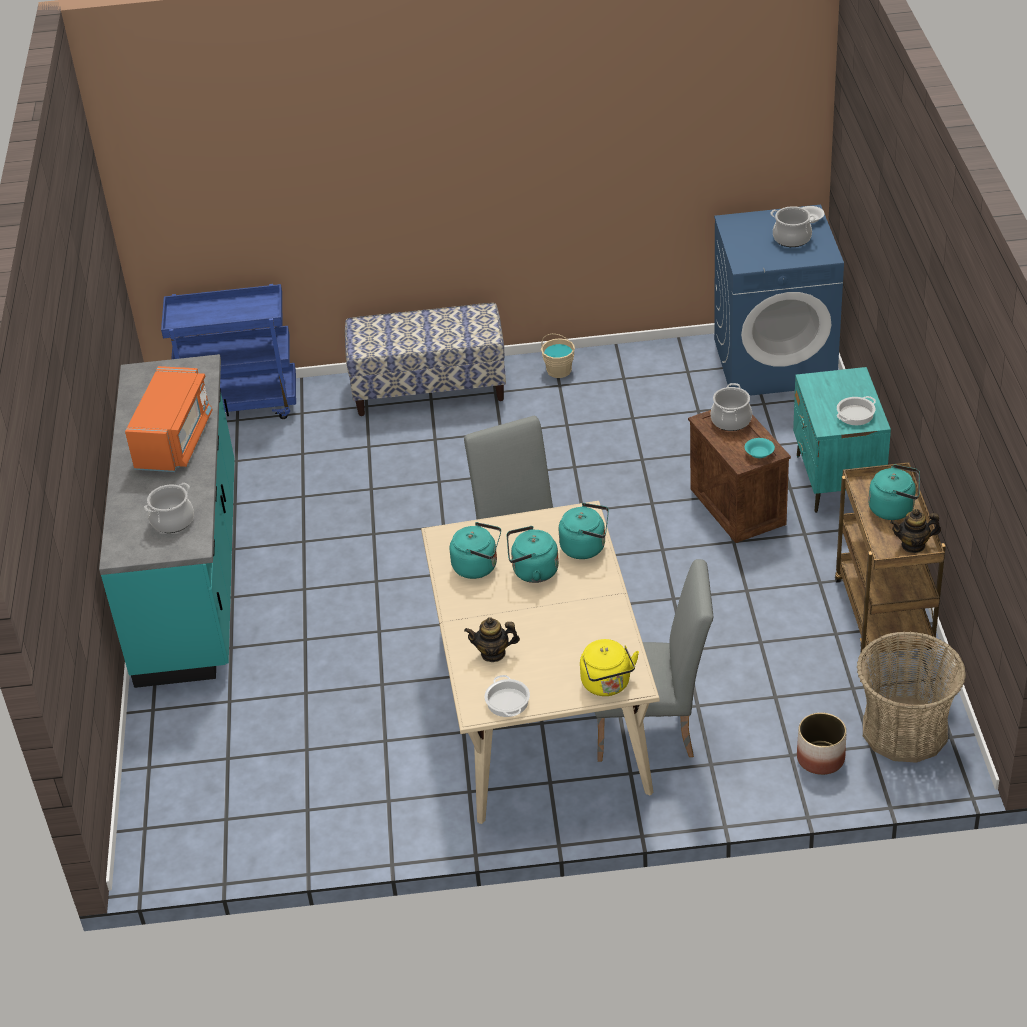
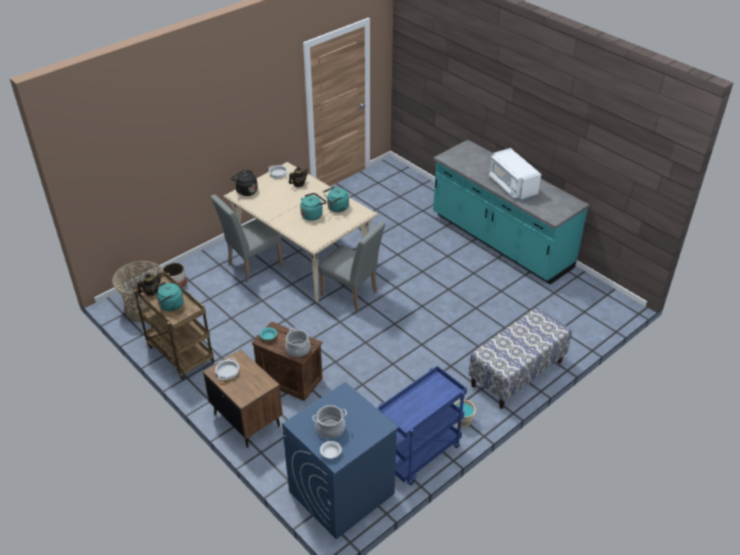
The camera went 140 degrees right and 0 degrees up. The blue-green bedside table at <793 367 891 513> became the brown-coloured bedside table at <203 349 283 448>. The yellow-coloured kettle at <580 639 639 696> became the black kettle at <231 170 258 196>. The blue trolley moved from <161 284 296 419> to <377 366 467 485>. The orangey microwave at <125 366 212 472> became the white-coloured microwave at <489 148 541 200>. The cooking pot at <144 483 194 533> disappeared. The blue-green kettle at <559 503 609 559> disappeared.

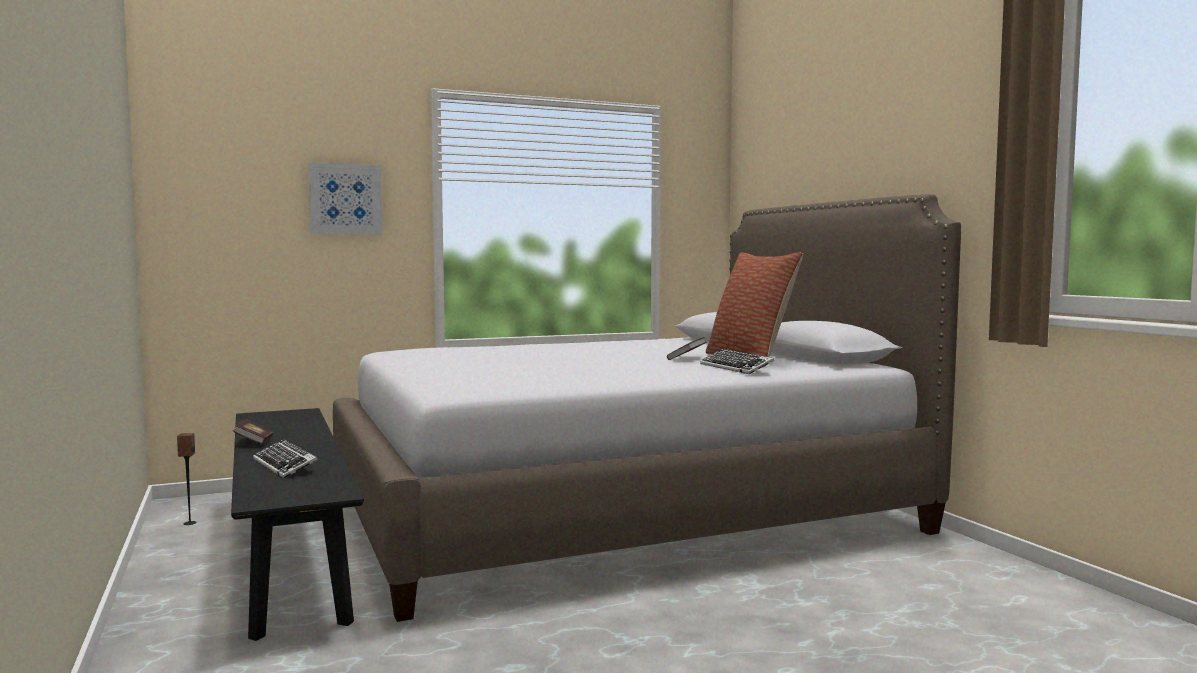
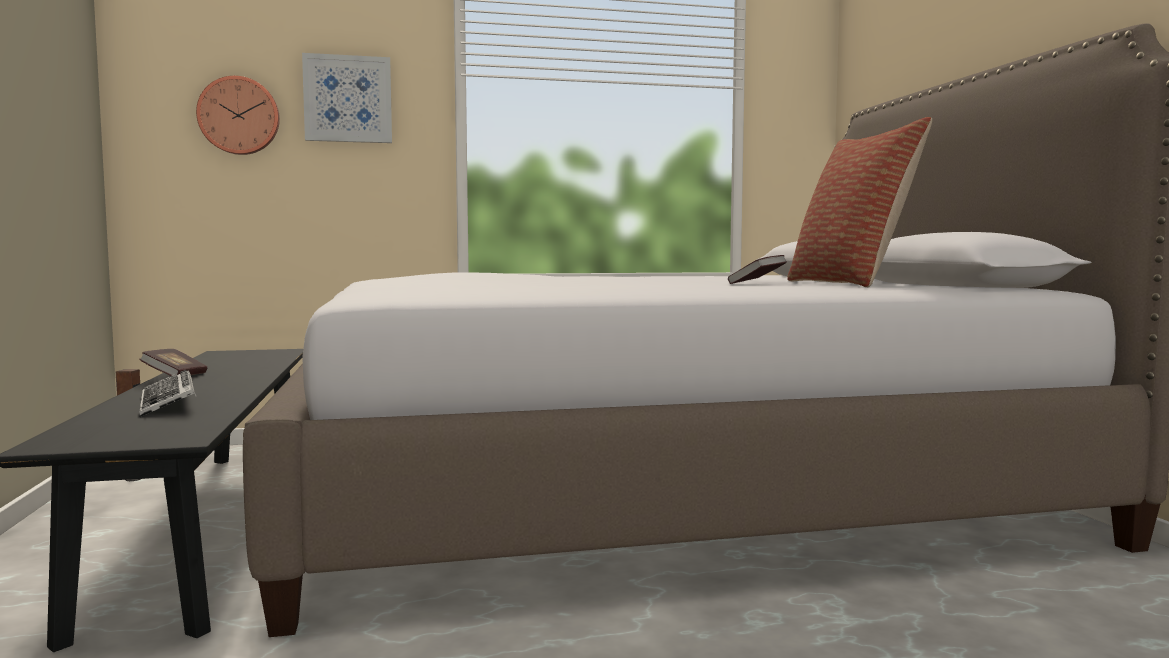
The camera went 10 degrees right and 0 degrees up. The clock on the wall at <196 76 280 155> appeared. The computer keyboard at <700 349 774 374> disappeared.

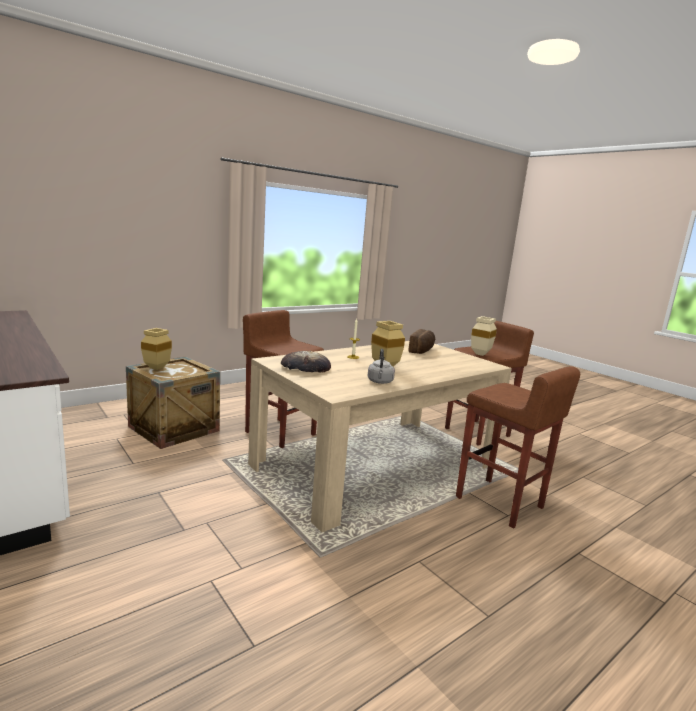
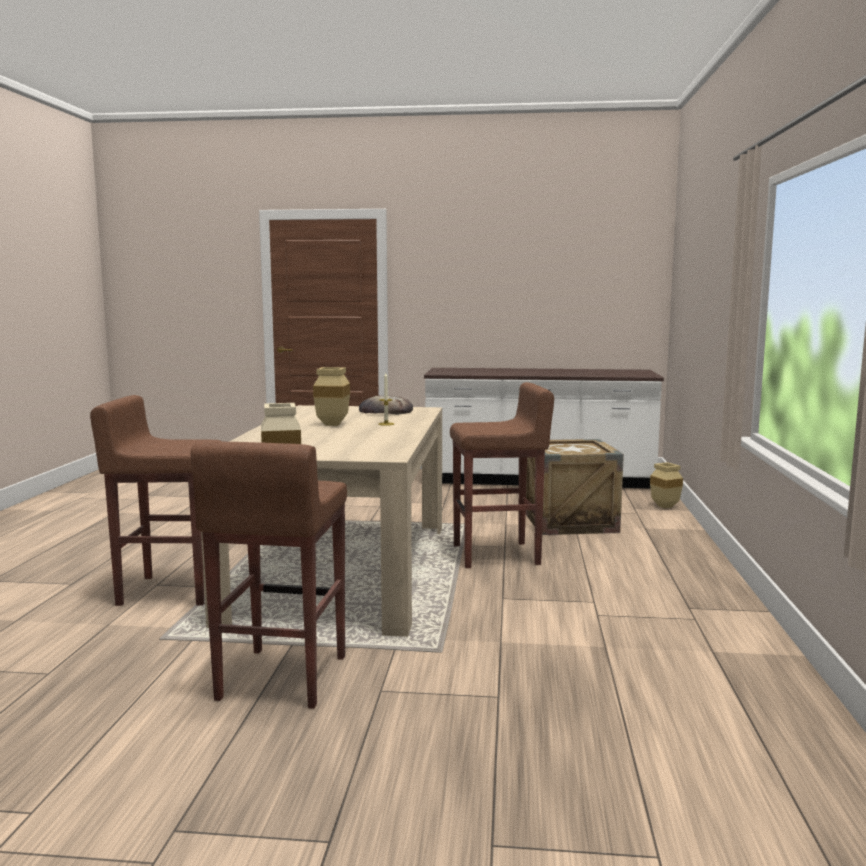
The camera went 135 degrees right and 5 degrees down. The beige flower vase moved from <141 328 172 370> to <650 462 683 509>. The grey kettle at <368 349 395 384> disappeared. The bakery bread at <409 329 436 354> disappeared.

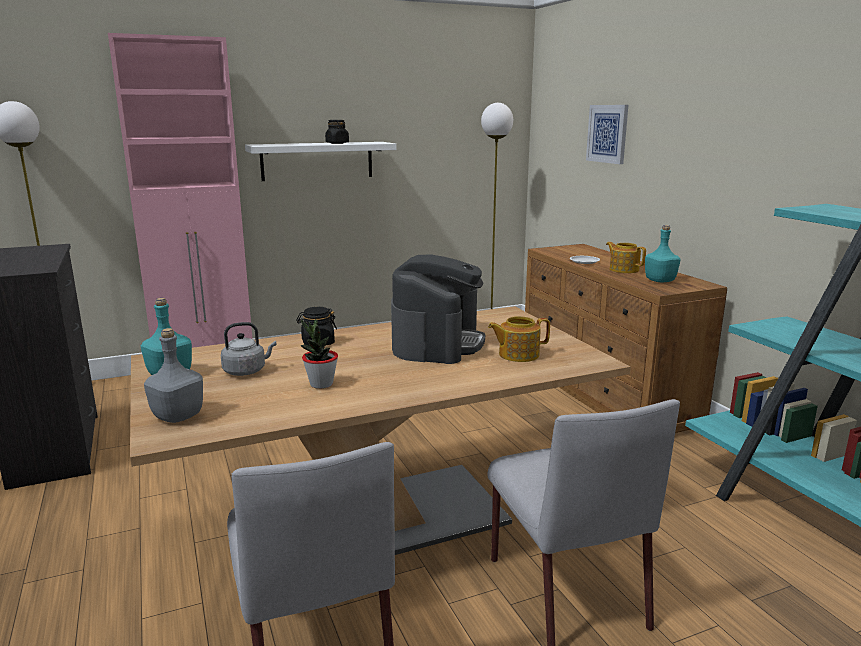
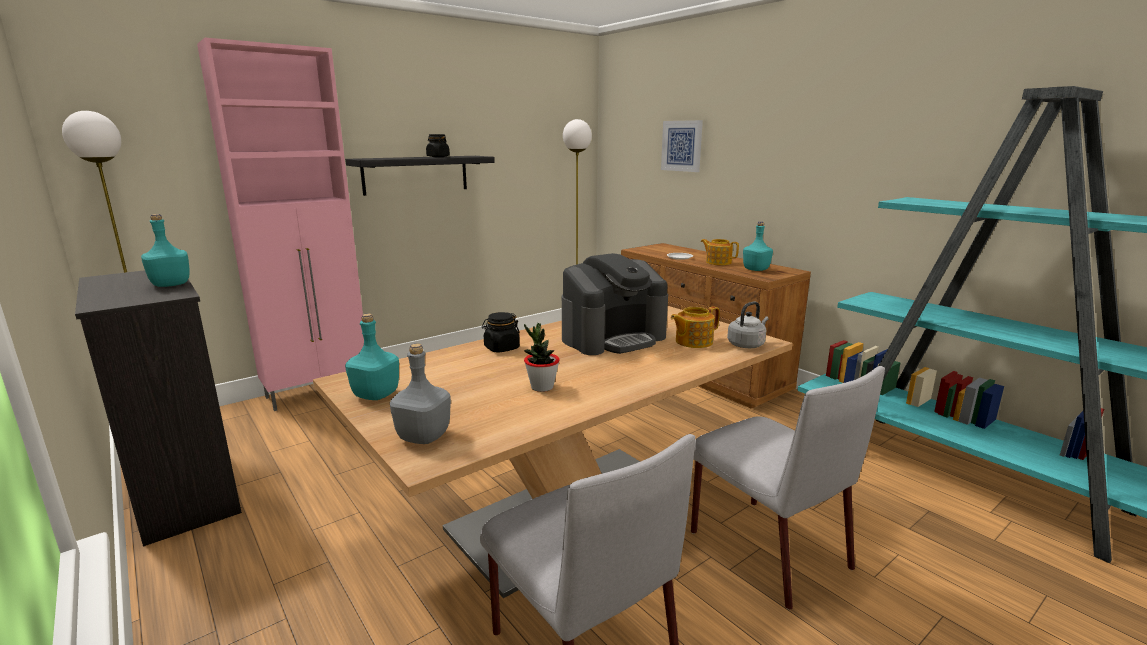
The camera went 15 degrees left and 0 degrees up. The blue-green bottle at <141 214 190 287> appeared. The white-coloured shelf at <245 142 397 181> became the black shelf at <345 156 495 196>. The coffee machine at <391 254 485 364> turned 60 degrees clockwise. The grey kettle moved from <221 322 277 376> to <727 301 769 348>.

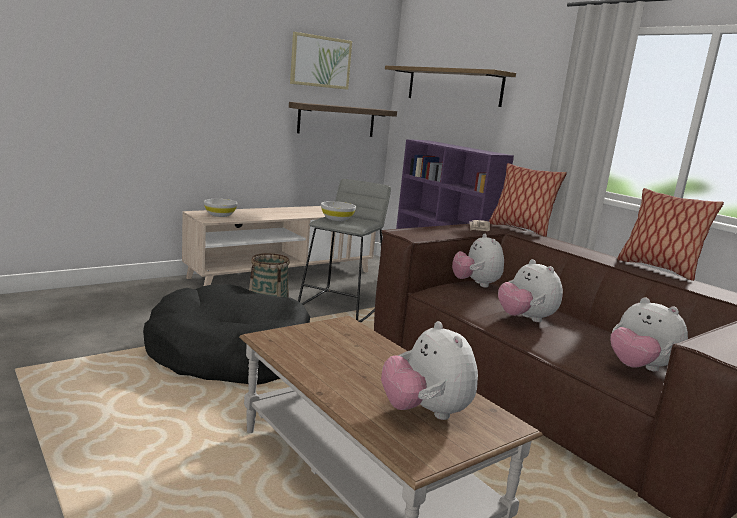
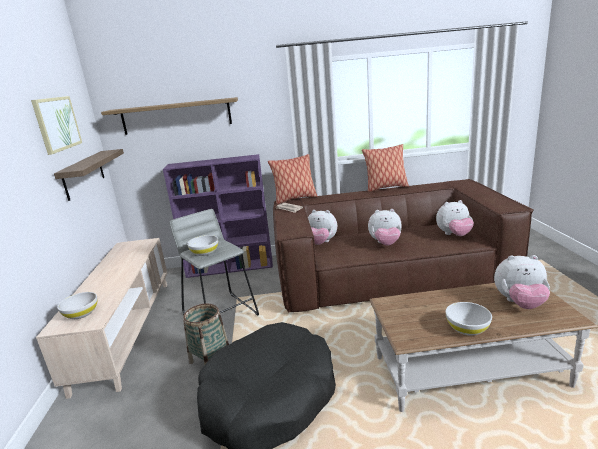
The camera went 55 degrees left and 5 degrees up. The white-coloured deep dish at <446 302 492 336> appeared.

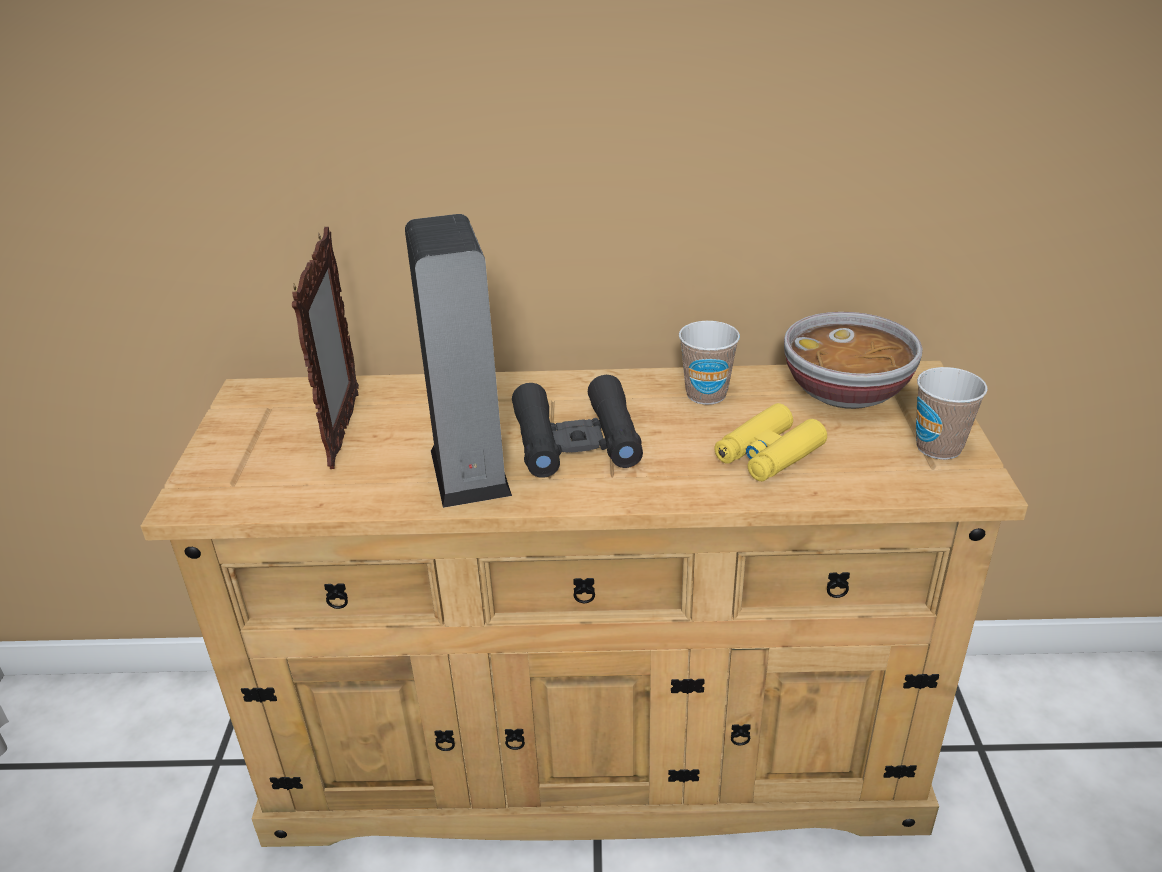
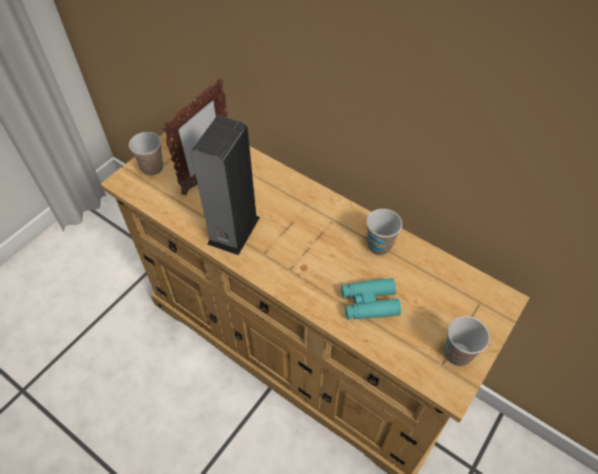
The camera went 35 degrees right and 20 degrees up. The cup at <129 132 163 176> appeared. The yellow-coloured field glasses at <714 403 827 481> became the blue-green field glasses at <341 278 401 319>. The black field glasses at <512 375 643 478> disappeared. The deep dish at <784 312 923 409> disappeared.

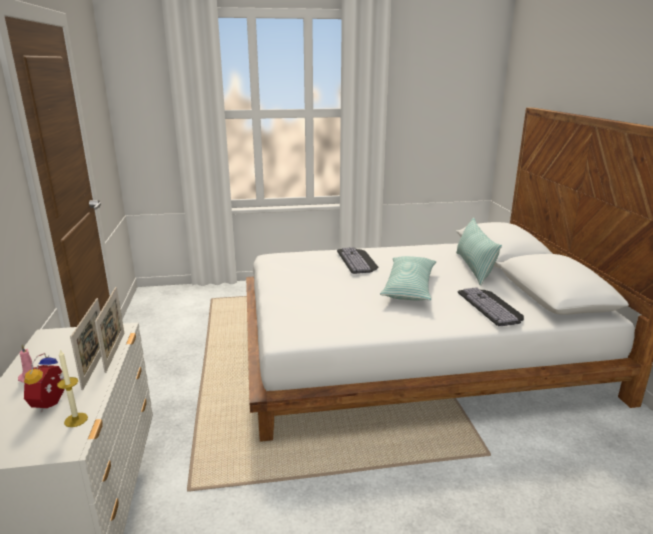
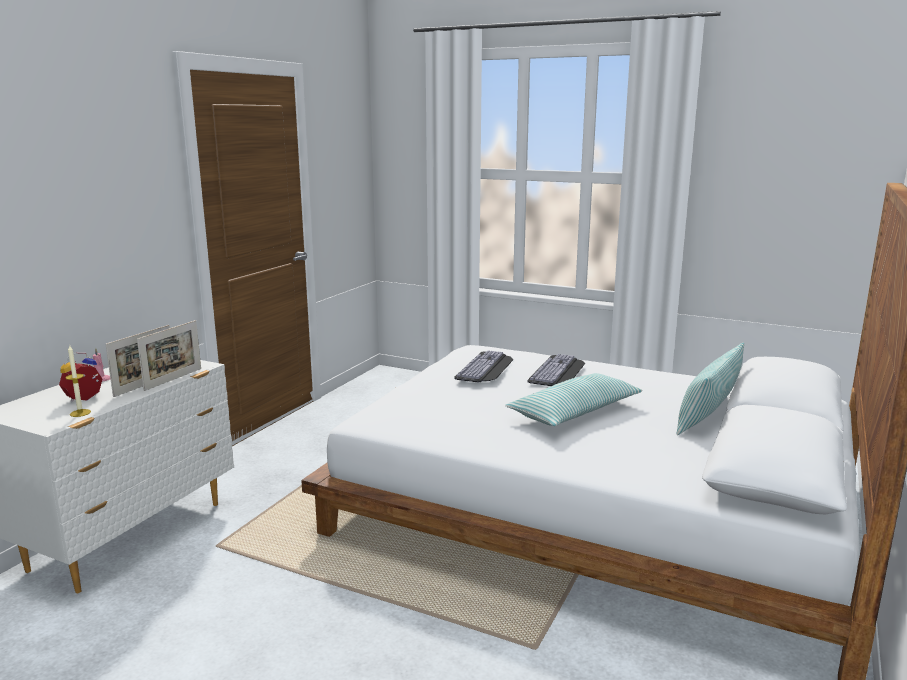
The camera went 35 degrees right and 5 degrees down. The computer keyboard moved from <457 287 524 326> to <454 350 513 382>.

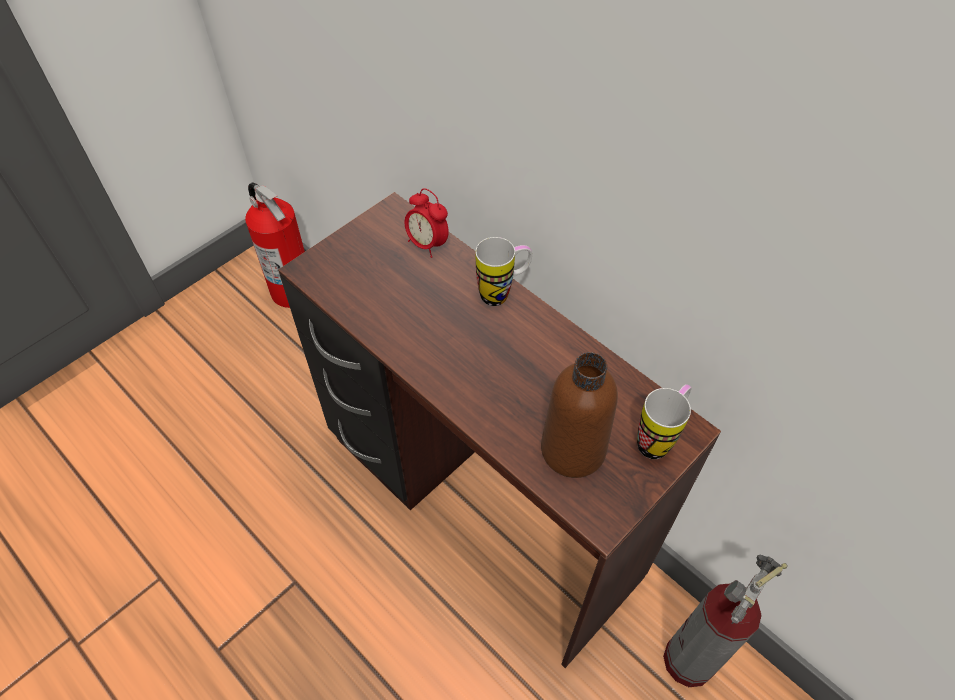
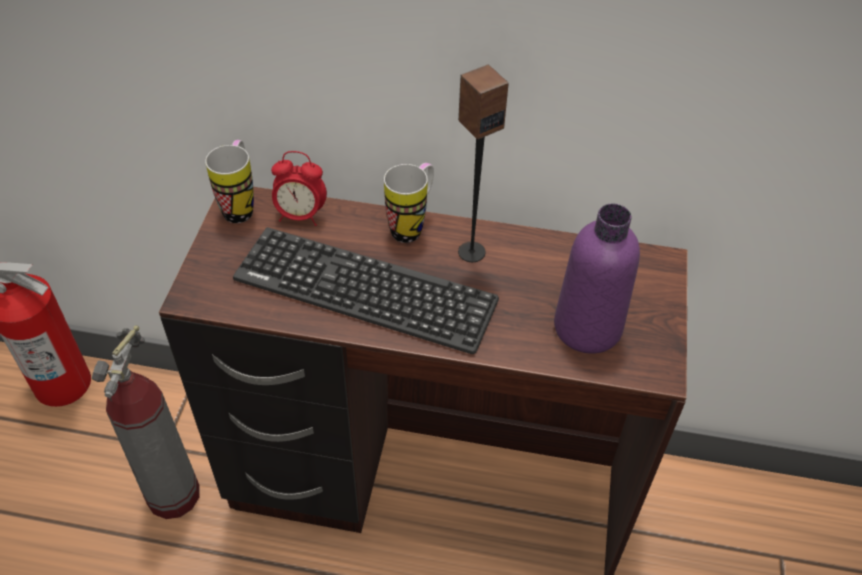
The camera went 35 degrees left and 5 degrees down. The fire-fighting cylinder moved from <663 555 788 687> to <92 325 199 519>. The mug moved from <637 384 692 459> to <205 140 254 223>. The computer keyboard at <233 227 499 354> appeared. The speaker at <458 64 509 262> appeared. The brown-coloured bottle at <541 352 618 478> became the purplish bottle at <554 203 640 354>.

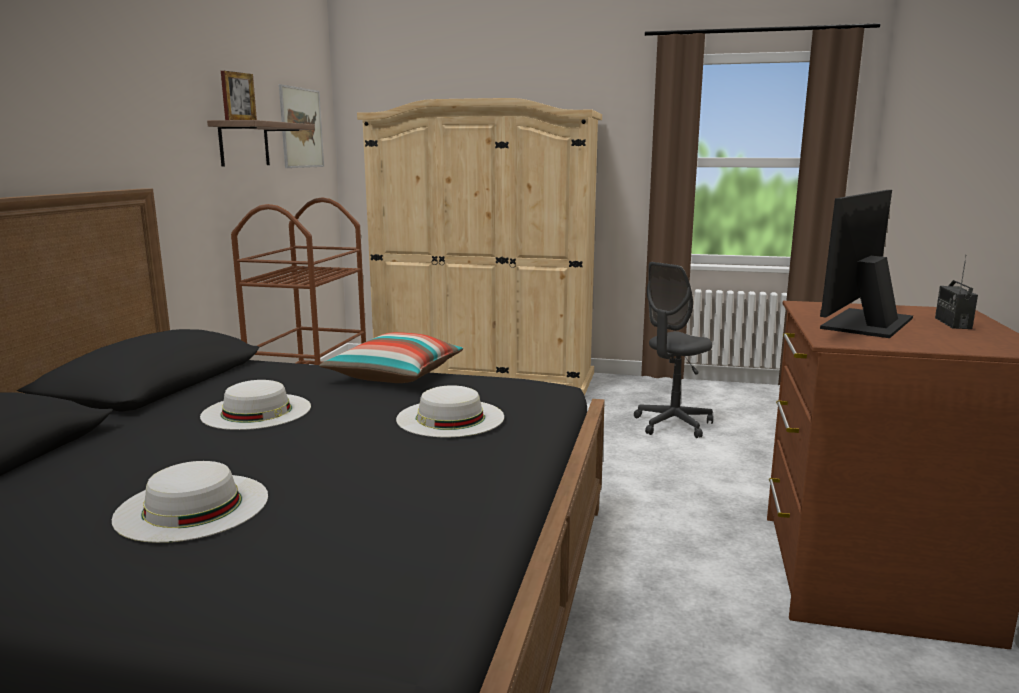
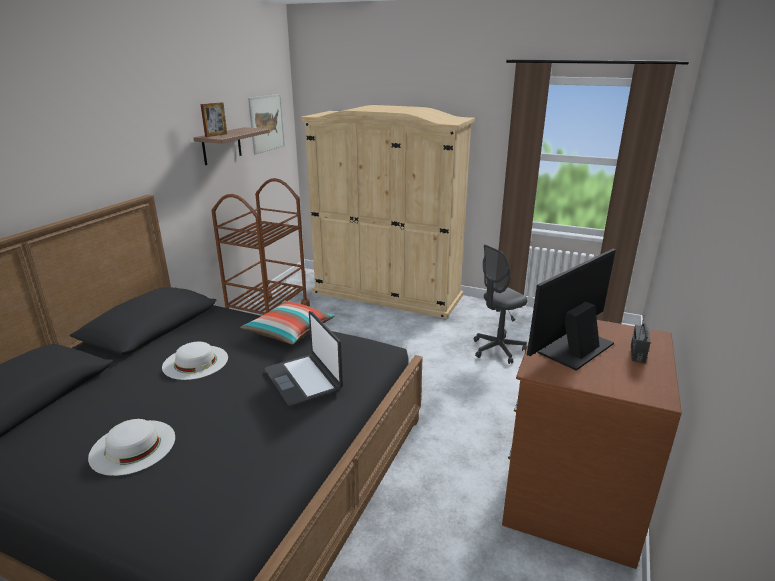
The camera went 10 degrees right and 10 degrees up. The white-coloured hat at <396 385 504 437> was replaced by the laptop at <264 311 343 406>.

